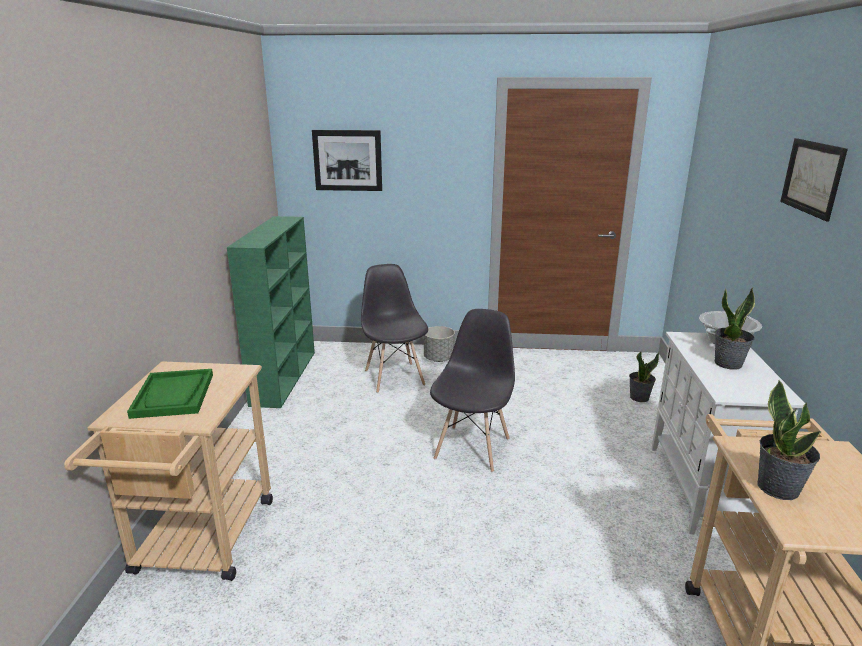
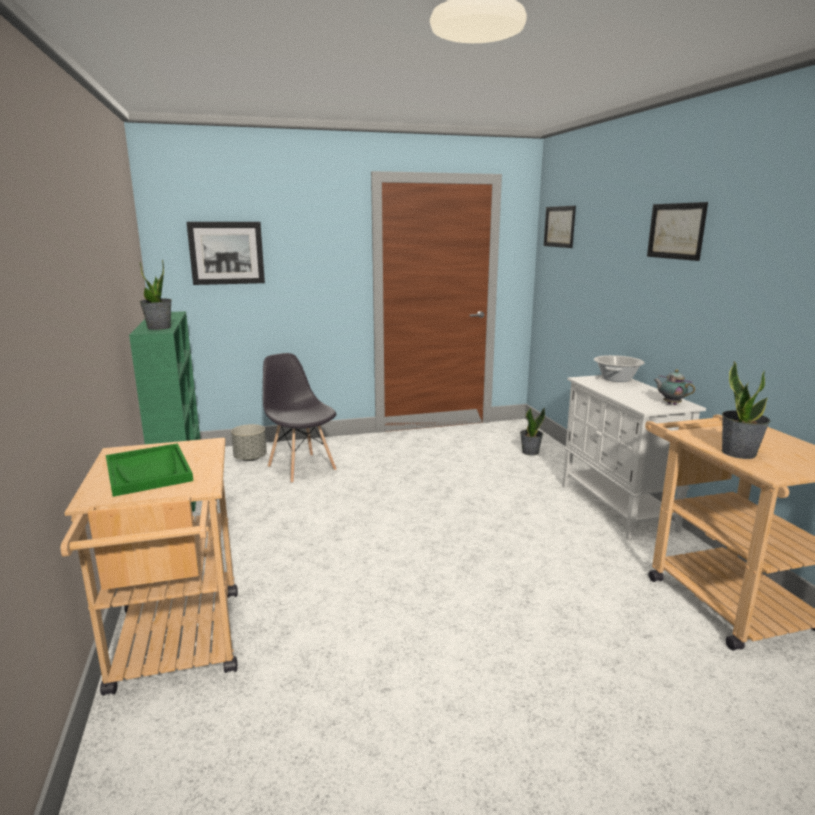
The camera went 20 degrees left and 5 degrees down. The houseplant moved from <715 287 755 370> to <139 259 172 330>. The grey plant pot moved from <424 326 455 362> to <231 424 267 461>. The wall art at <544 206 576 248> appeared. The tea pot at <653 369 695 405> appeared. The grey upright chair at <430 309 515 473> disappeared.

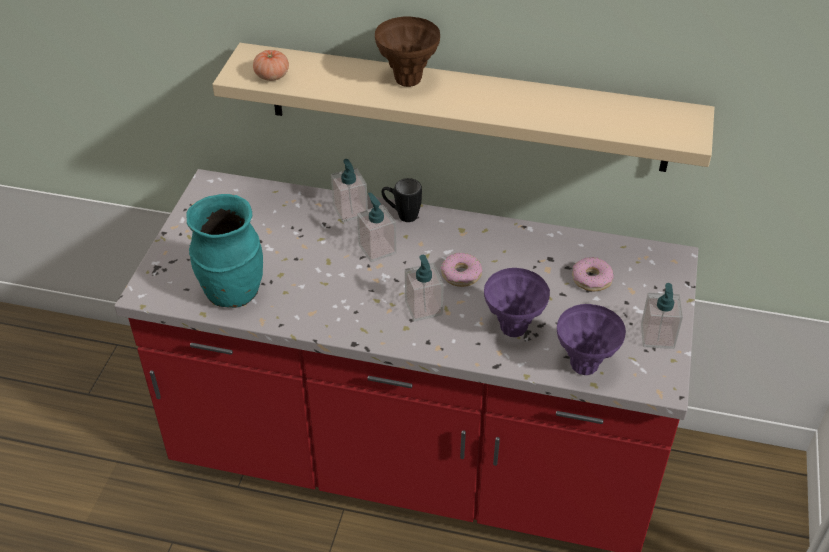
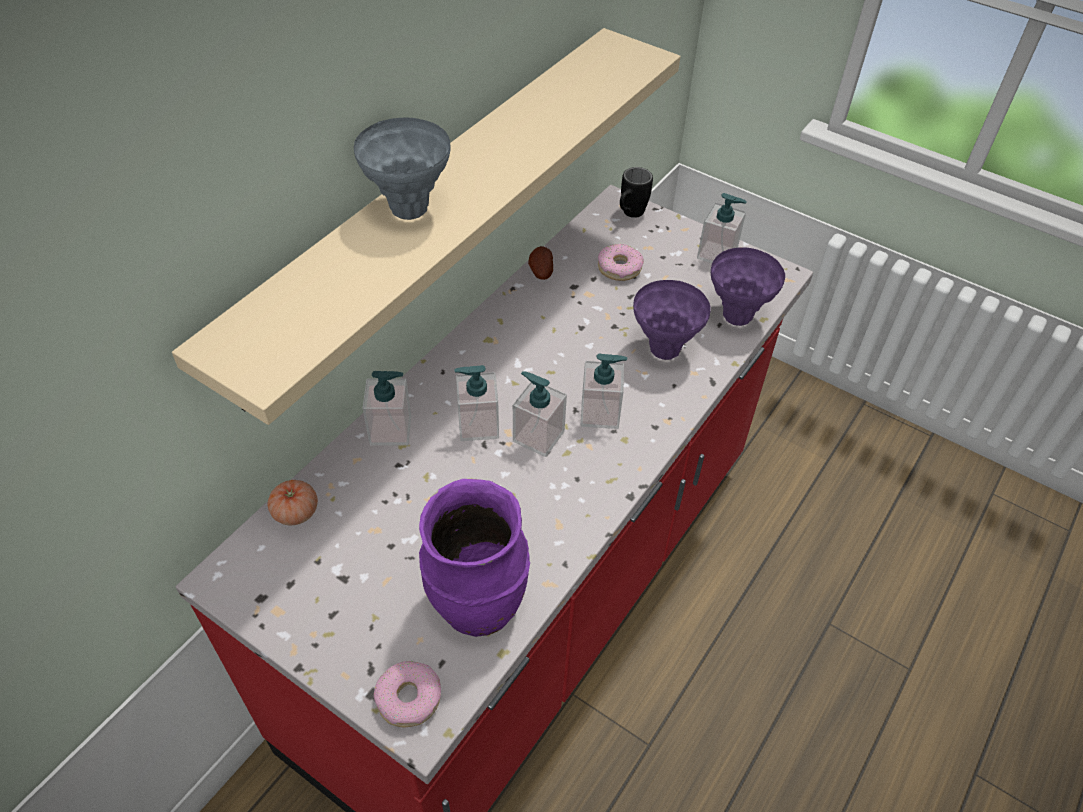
The camera went 70 degrees left and 5 degrees up. The tomato moved from <253 50 289 81> to <268 480 318 525>. The brown-coloured flower vase at <375 17 440 87> became the grey flower vase at <354 117 451 220>. The ring doughnut moved from <441 253 482 287> to <373 661 441 728>. The blue-green flower vase at <186 194 263 308> became the purplish flower vase at <419 479 530 637>. The liquid soap bottle at <513 371 567 457> appeared. The potato at <528 246 553 280> appeared. The black mug moved from <382 178 422 222> to <620 167 653 218>.

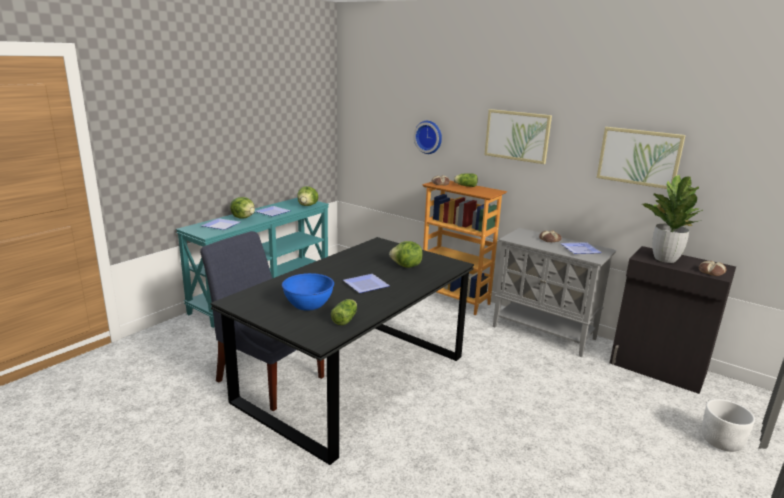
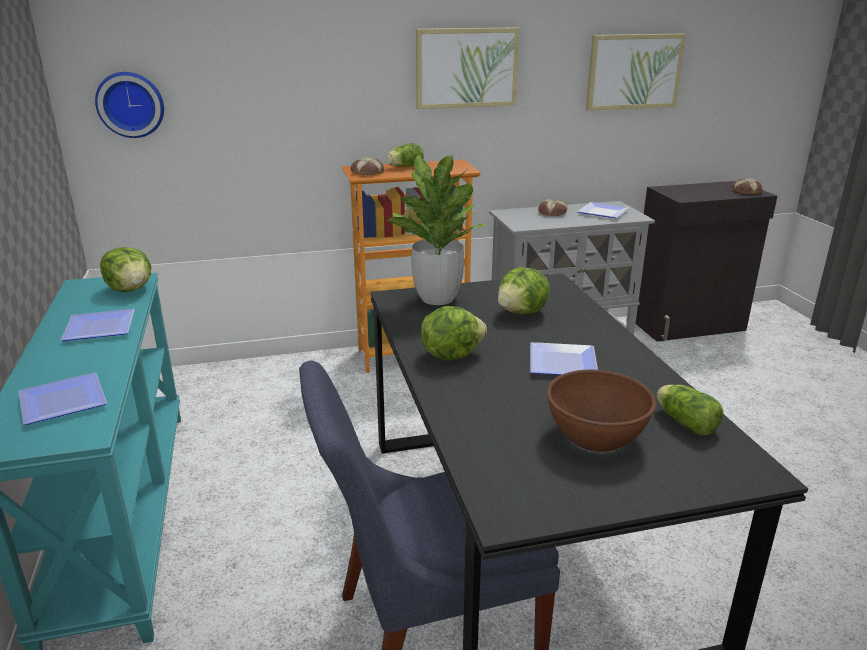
The camera went 50 degrees left and 5 degrees up. The clock on the wall moved from <414 121 442 154> to <95 72 164 138>. The houseplant moved from <642 175 703 263> to <387 154 487 305>. The lettuce moved from <230 197 255 219> to <421 306 487 360>. The blue deep dish at <282 273 334 311> became the brown-coloured deep dish at <547 370 656 452>. The white-coloured plant pot at <702 399 755 452> disappeared.

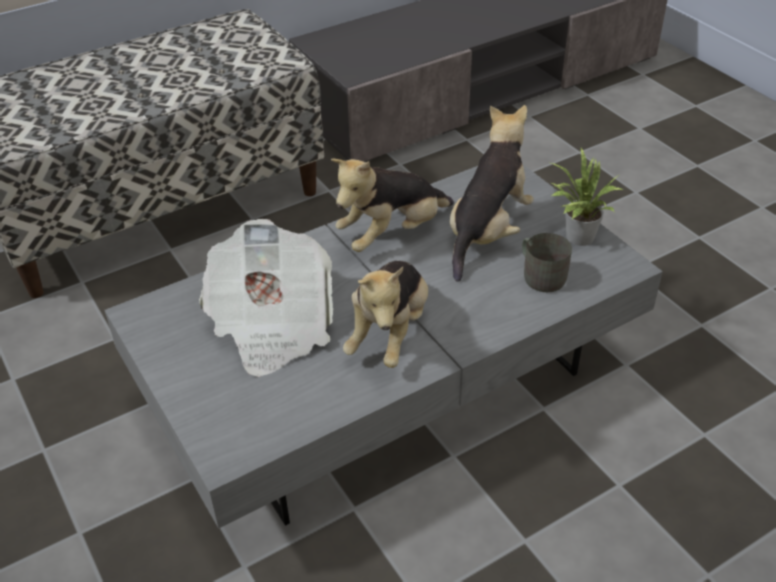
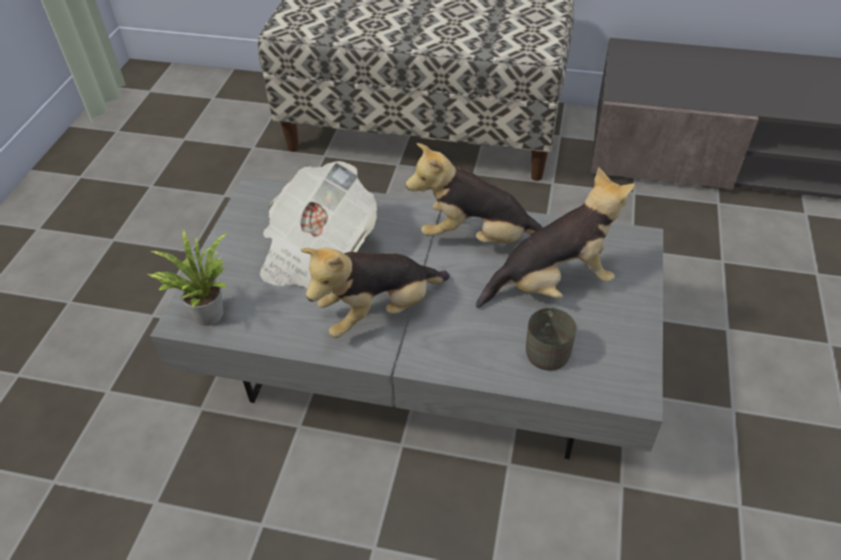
The camera went 45 degrees right and 5 degrees up. The houseplant moved from <551 148 623 246> to <148 230 228 326>.

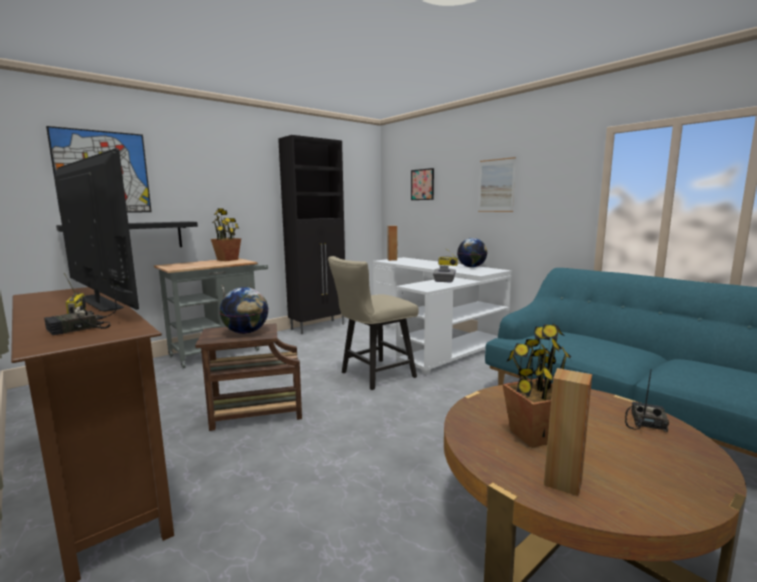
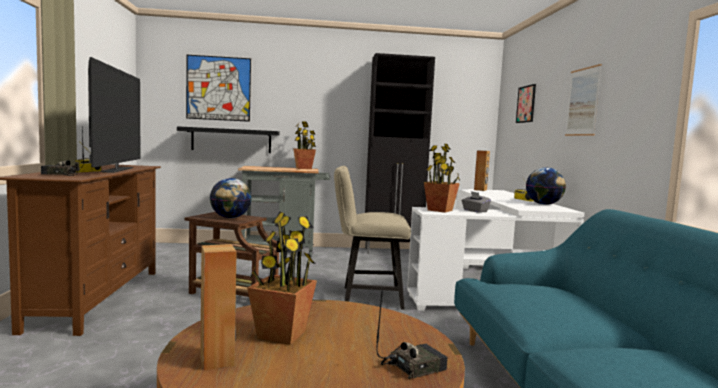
The camera went 35 degrees right and 5 degrees down. The houseplant at <424 144 460 213> appeared.

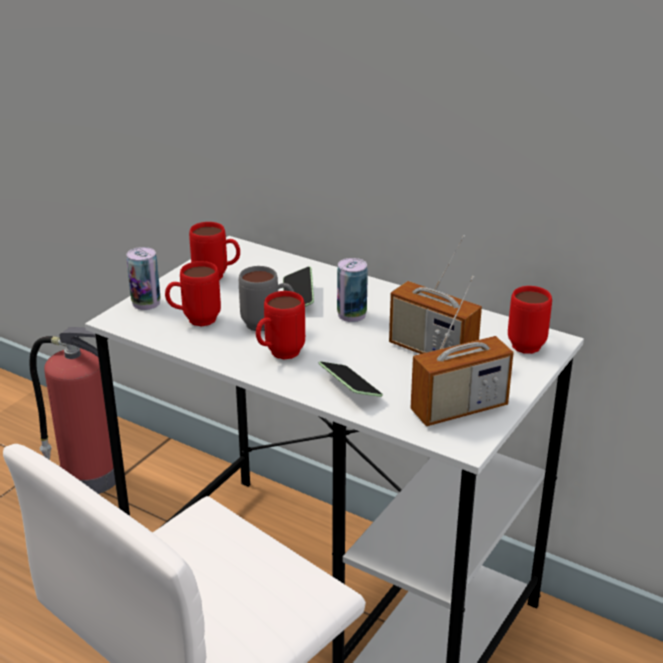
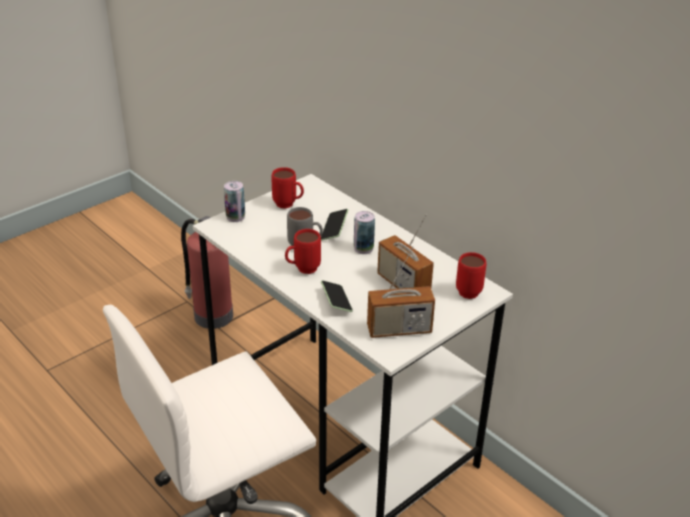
The camera went 15 degrees right and 5 degrees up. The red mug at <165 261 221 326> disappeared.

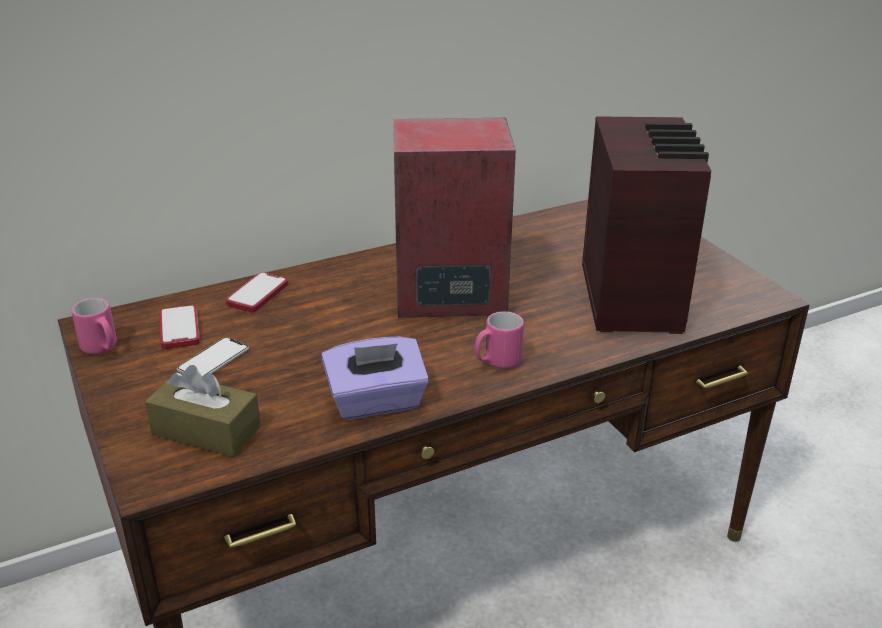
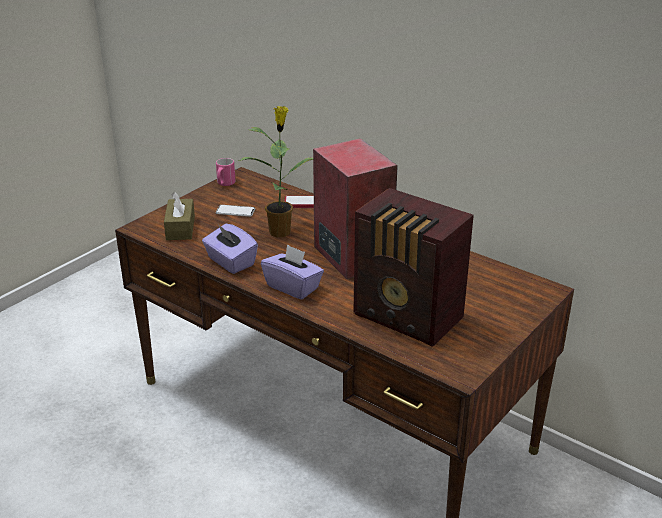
The camera went 65 degrees right and 0 degrees up. The houseplant at <238 106 313 237> appeared. The pink-coloured mug at <475 311 524 369> was replaced by the purplish tissue holder at <261 244 324 299>. The radio at <582 116 712 334> turned 60 degrees clockwise. The handset at <159 305 200 349> disappeared.

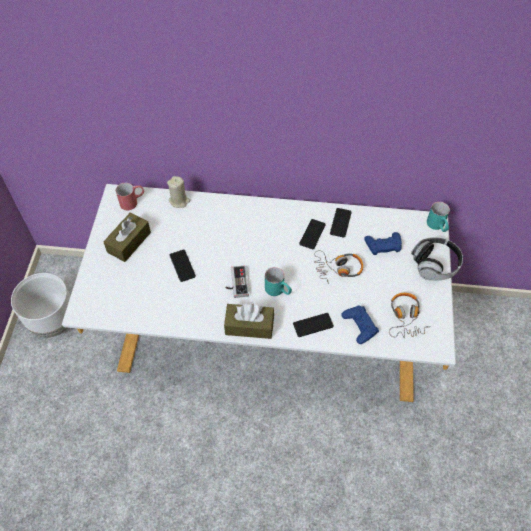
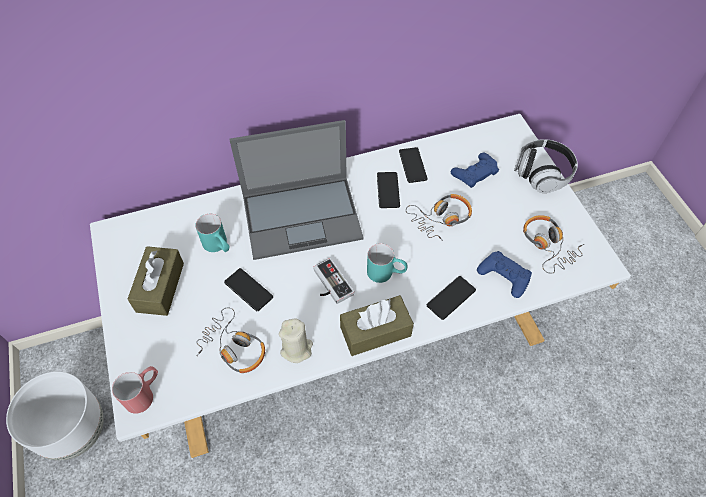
The camera went 25 degrees left and 0 degrees up. The red mug moved from <116 183 144 210> to <112 366 158 414>. The blue-green mug moved from <427 202 450 232> to <195 214 230 252>. The headset at <196 308 265 373> appeared. The laptop at <229 120 364 260> appeared. The beige wax candle moved from <167 176 190 208> to <279 318 313 363>.

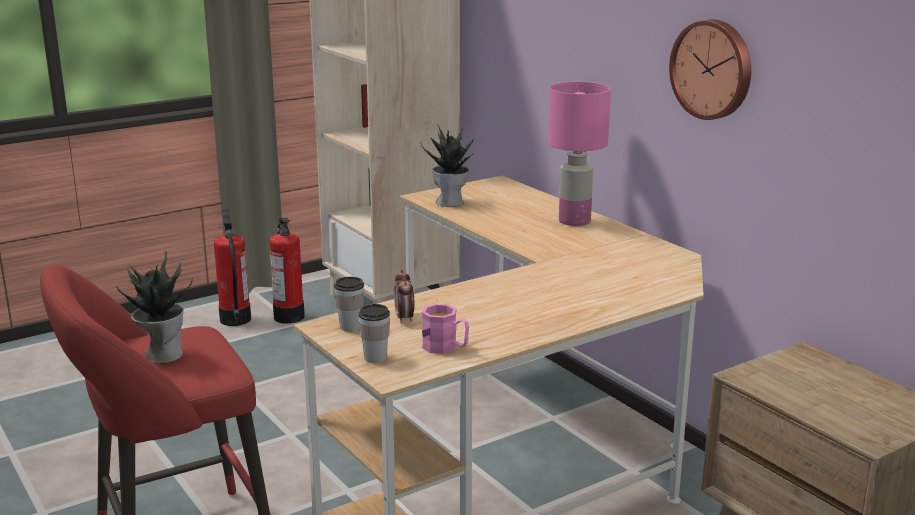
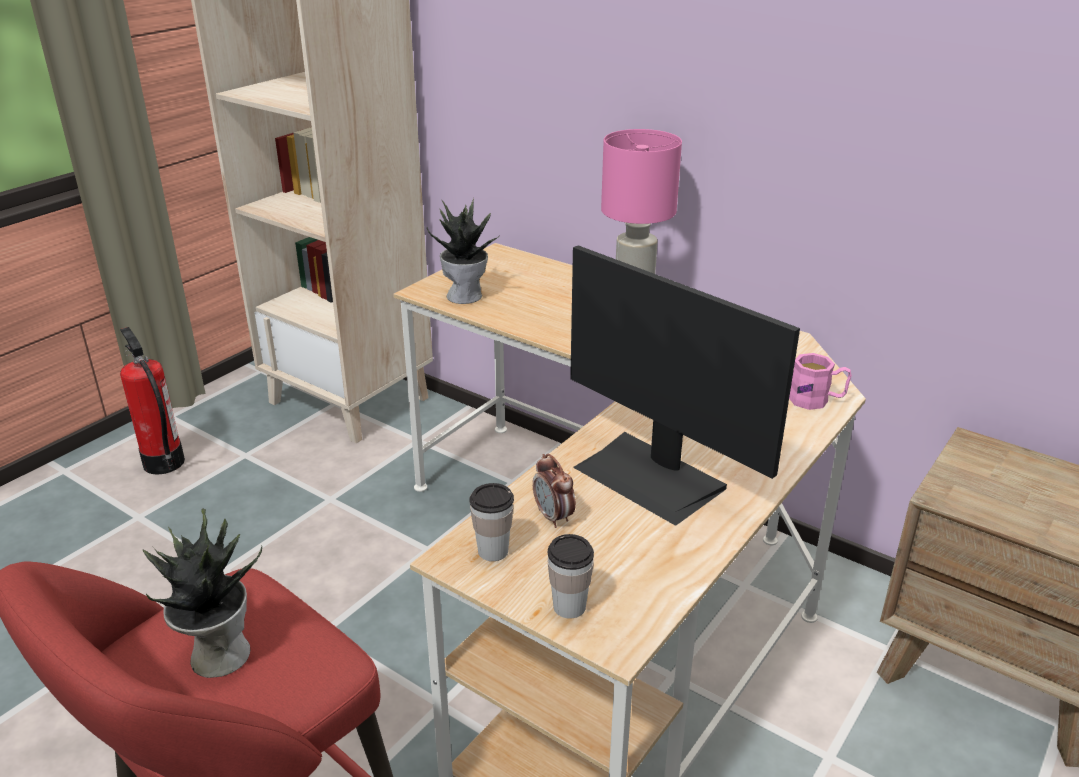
The camera went 20 degrees left and 10 degrees up. The computer screen at <570 245 800 526> appeared. The pink-coloured mug moved from <422 304 469 354> to <789 353 852 410>. The fire-fighting cylinder at <269 218 305 324> disappeared. The clock on the wall at <669 19 751 120> disappeared.

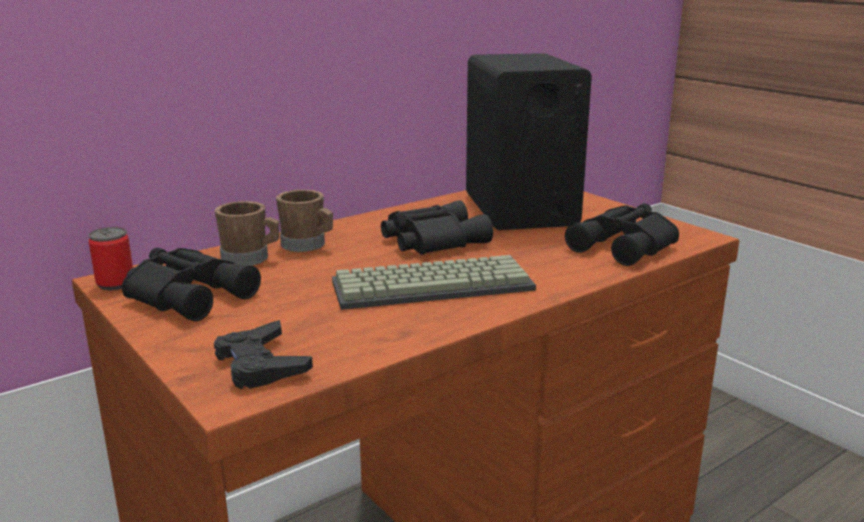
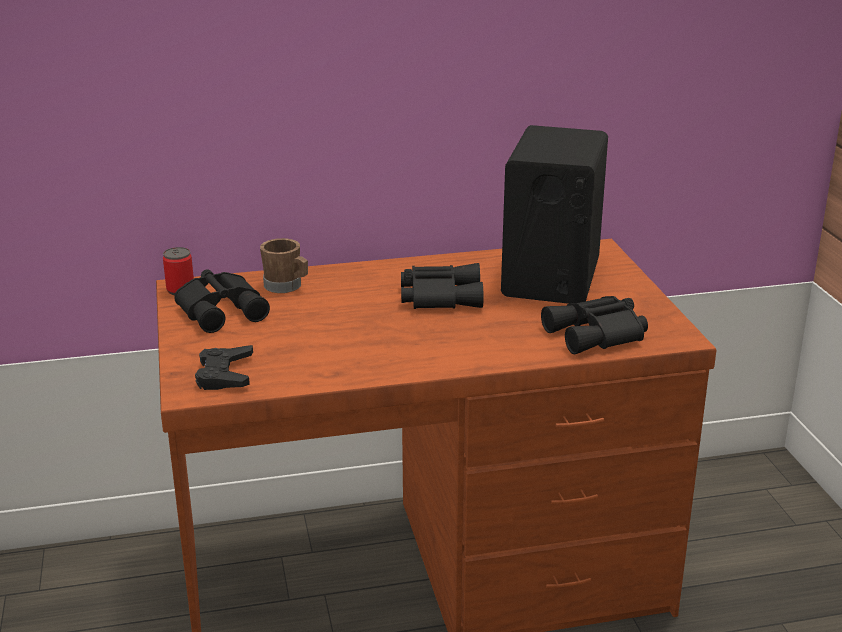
The camera went 25 degrees right and 5 degrees up. The brown-coloured mug at <276 190 333 252> disappeared. The computer keyboard at <332 255 536 310> disappeared.

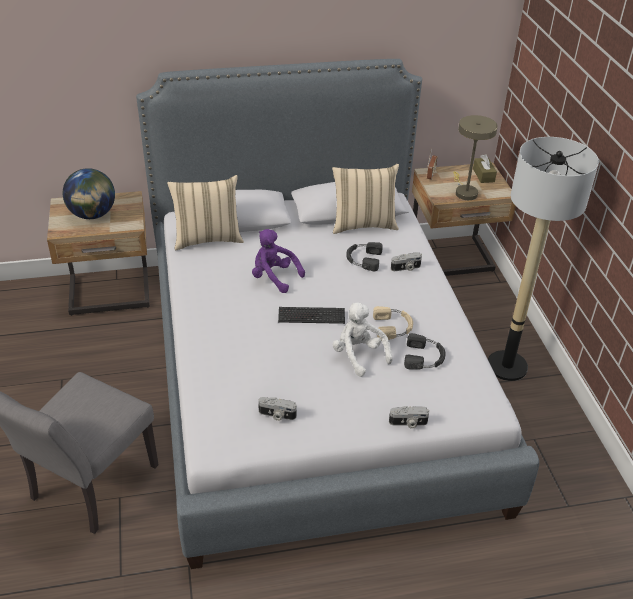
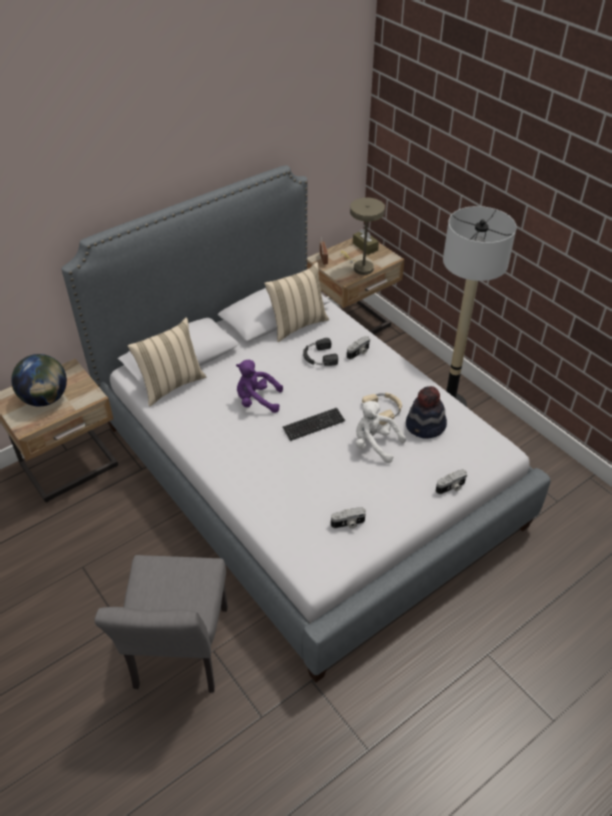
The camera went 25 degrees left and 5 degrees up. The black headset at <404 333 446 369> was replaced by the hat at <406 386 447 439>.

